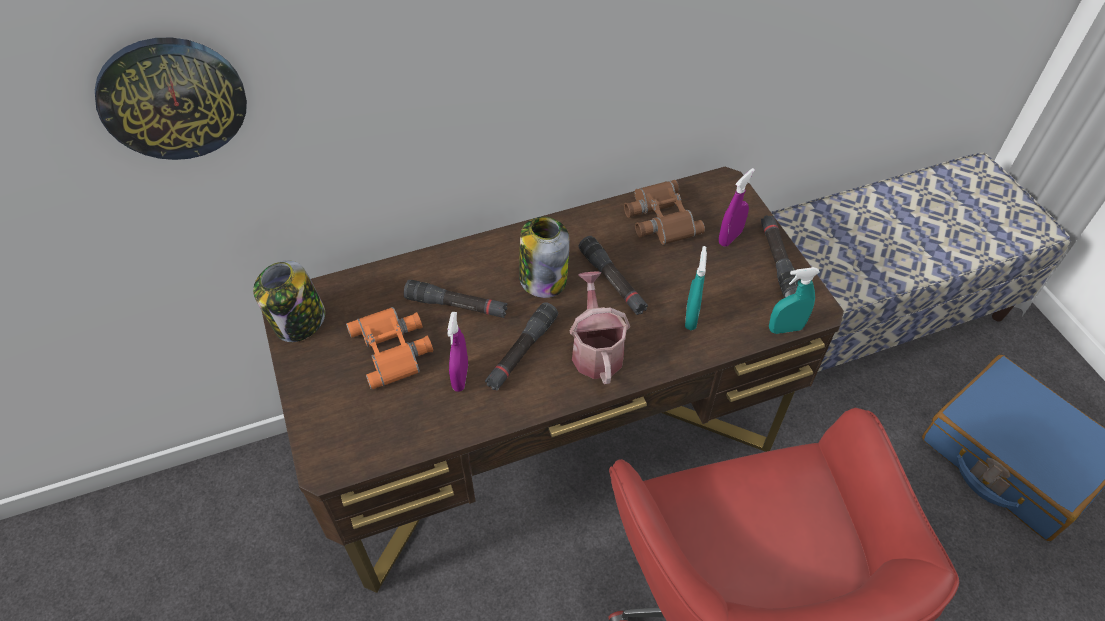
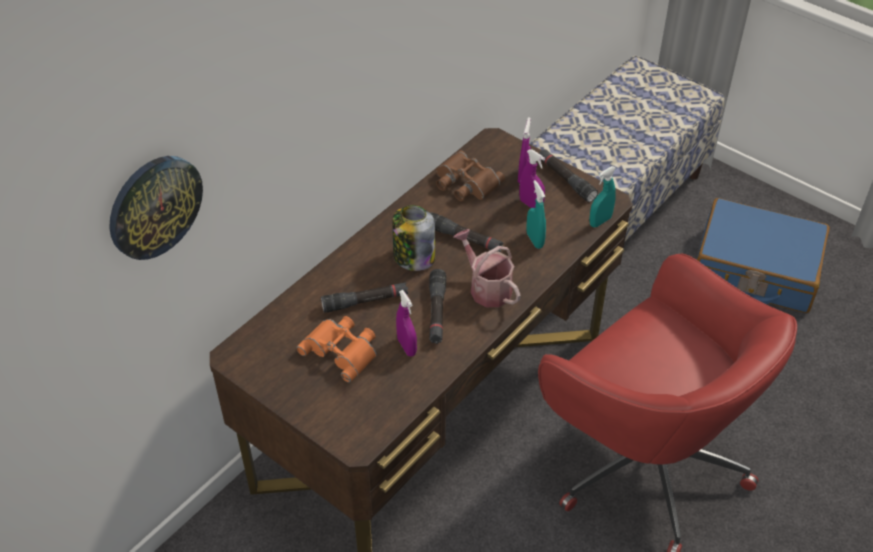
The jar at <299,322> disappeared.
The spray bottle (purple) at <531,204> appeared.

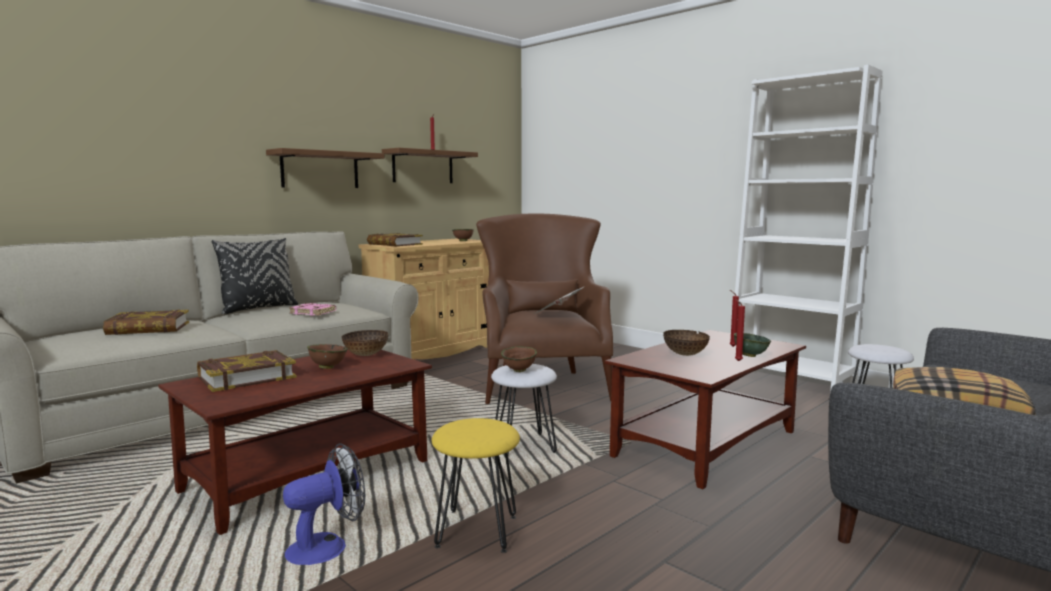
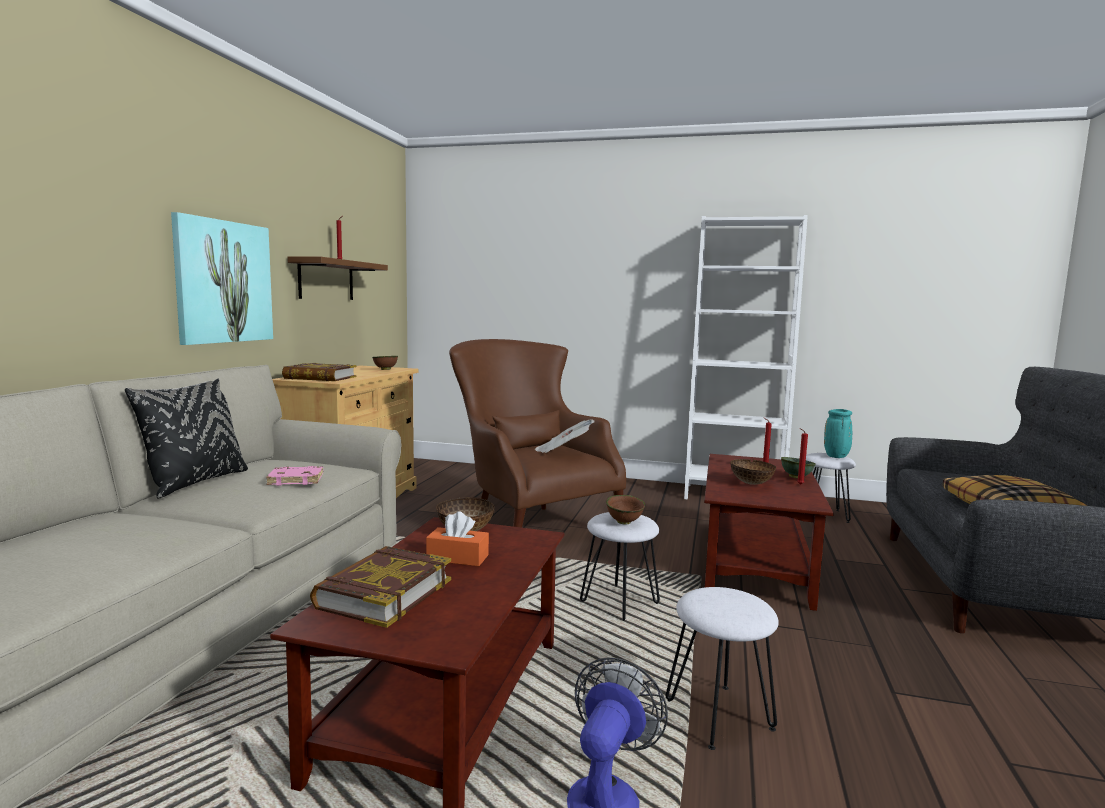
The shelf (brown) at <320,170> was replaced by the picture at <224,282>.
The book at <148,329> disappeared.
The bowl (brown) at <327,367> was replaced by the tissue box (orange) at <457,557>.
The stool (yellow) at <476,532> became the stool (white) at <719,716>.
The vase (turquoise) at <836,457> appeared.

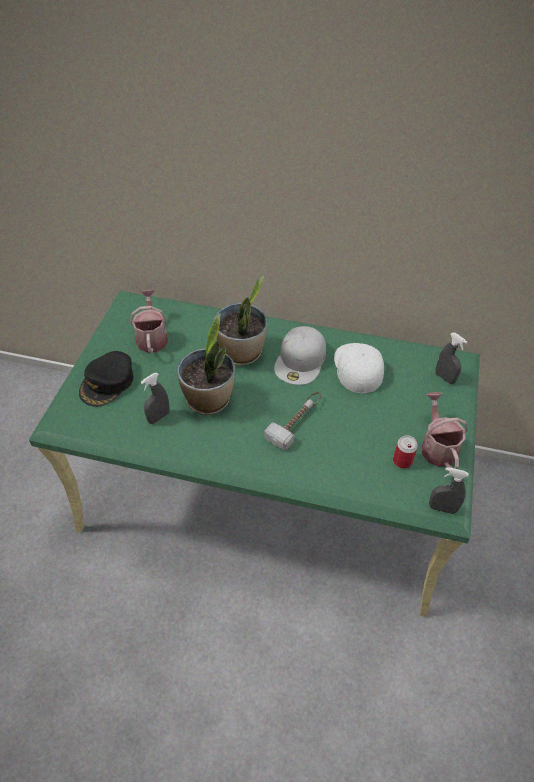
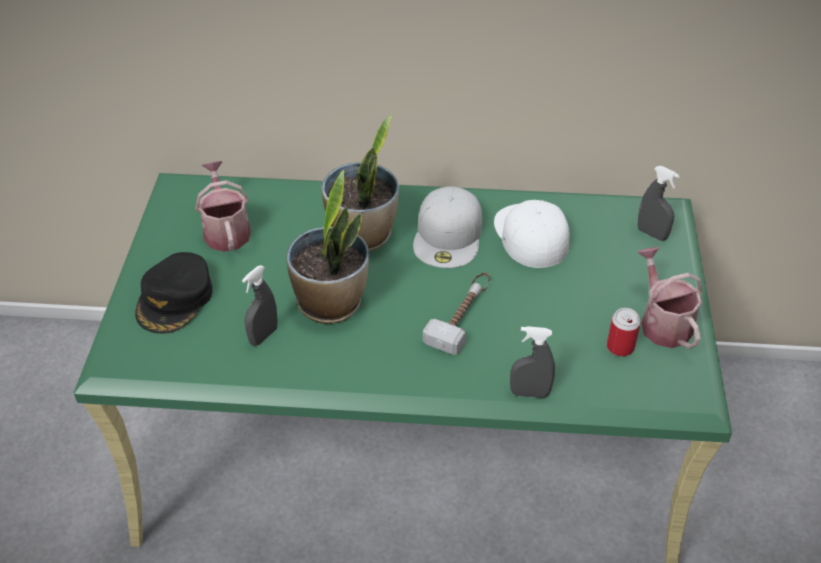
The spray bottle (grey) moved from <442,508> to <529,393>.

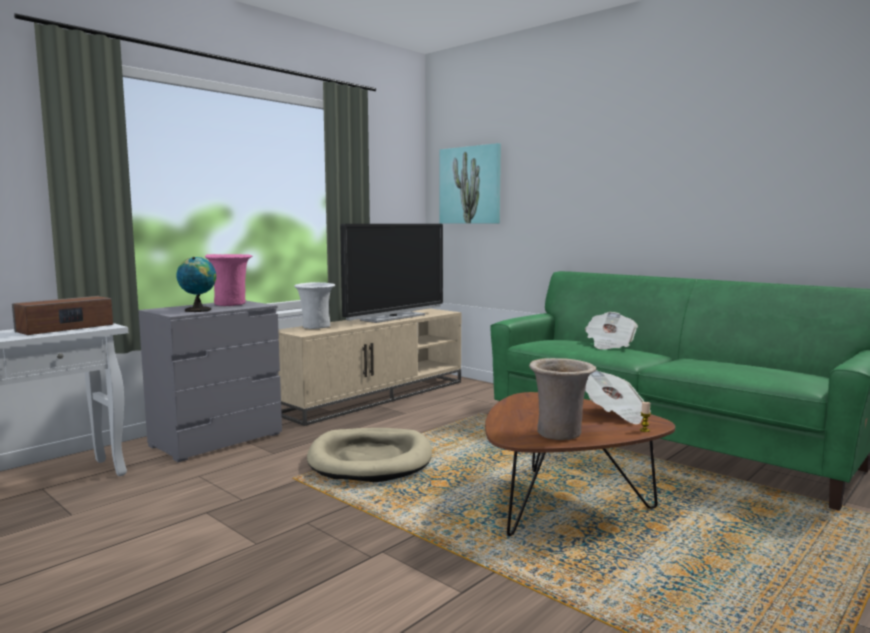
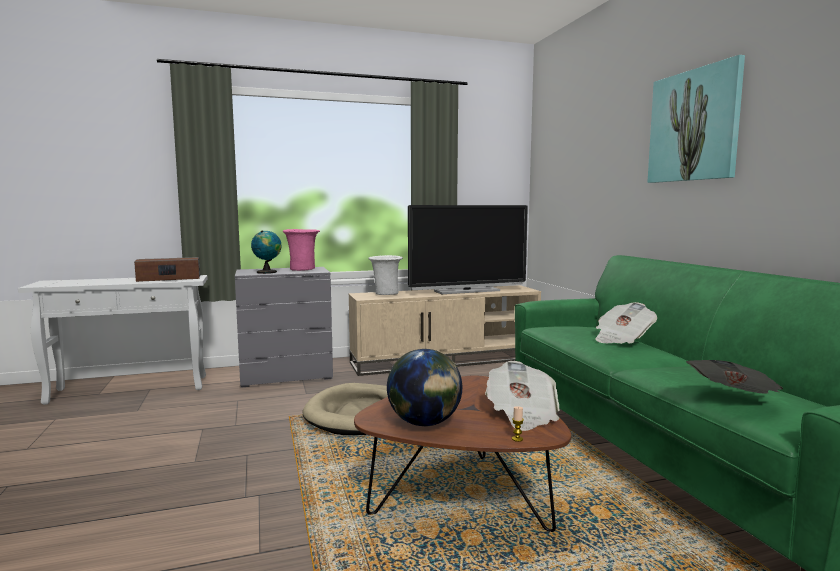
The picture moved from <470,185> to <693,126>.
The vase (beige) at <561,434> was replaced by the globe at <424,423>.
The newspaper at <733,399> appeared.

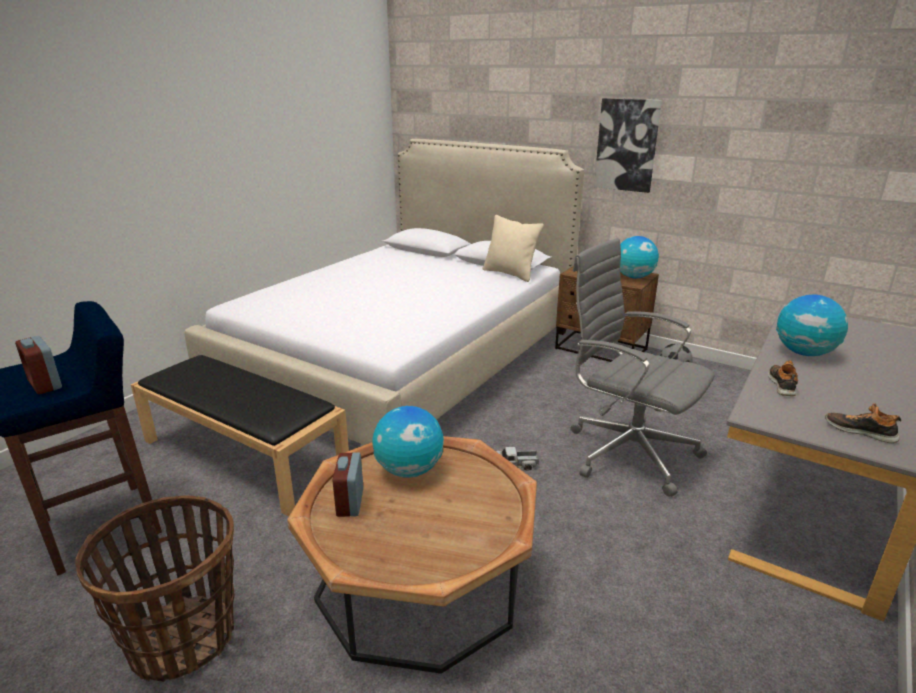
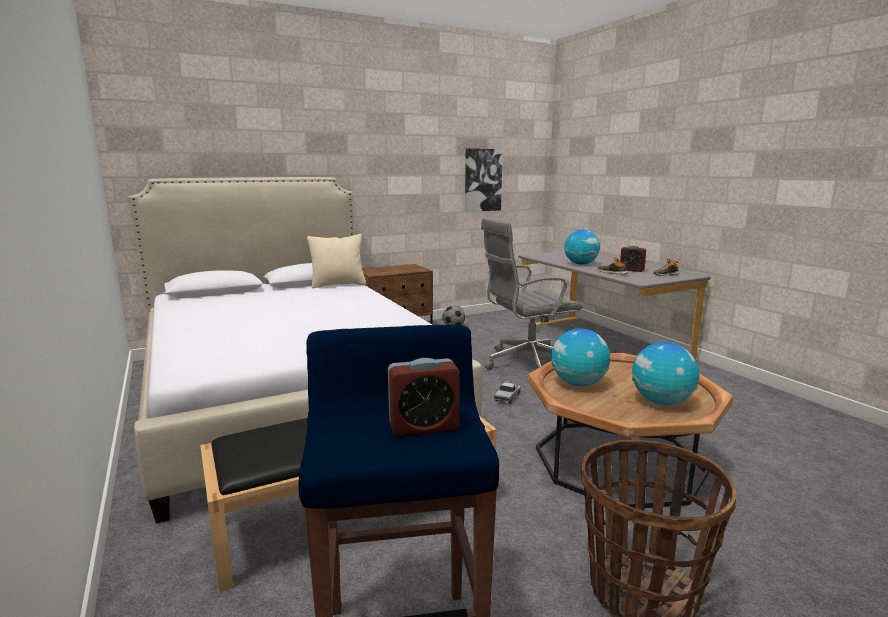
The picture moved from <627,145> to <482,180>.
The globe moved from <634,277> to <661,402>.
The alarm clock moved from <350,502> to <631,270>.

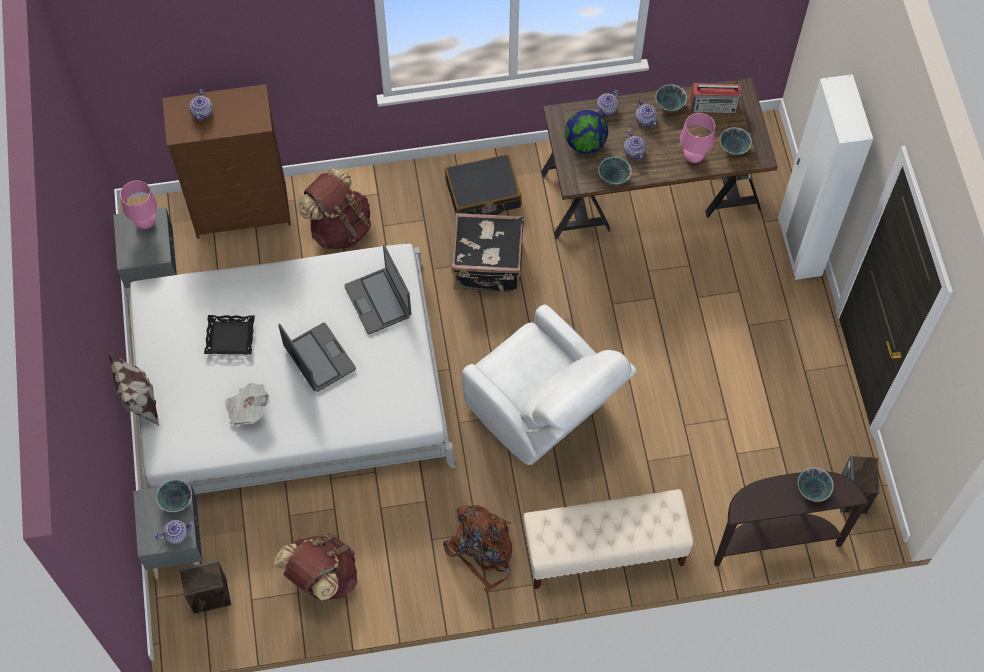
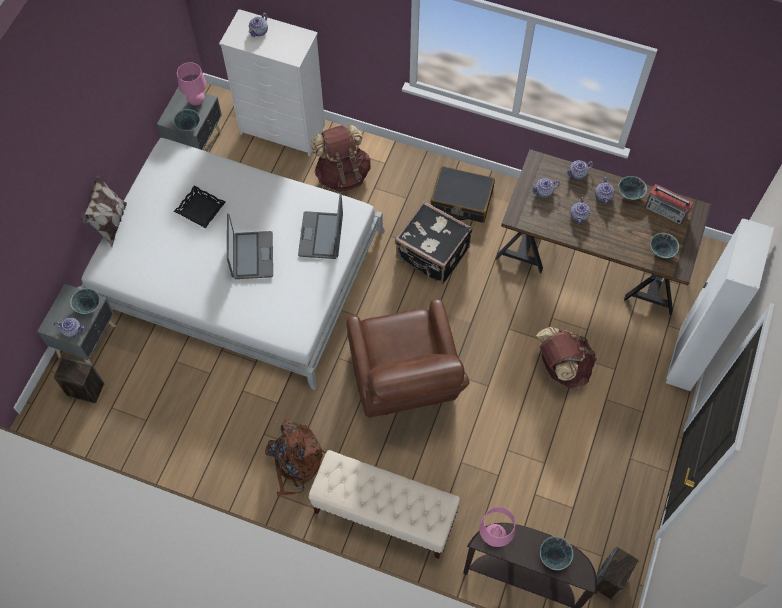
The dresser (brown) at <242,211> became the dresser (white) at <283,130>.
The globe at <585,143> was replaced by the teapot at <544,192>.
The table lamp (pink) moved from <693,157> to <494,537>.
The bowl moved from <613,177> to <188,126>.
The armchair (white) at <543,412> became the armchair (brown) at <404,383>.
The newspaper at <247,409> disappeared.
The backpack (brown) moved from <322,578> to <562,367>.

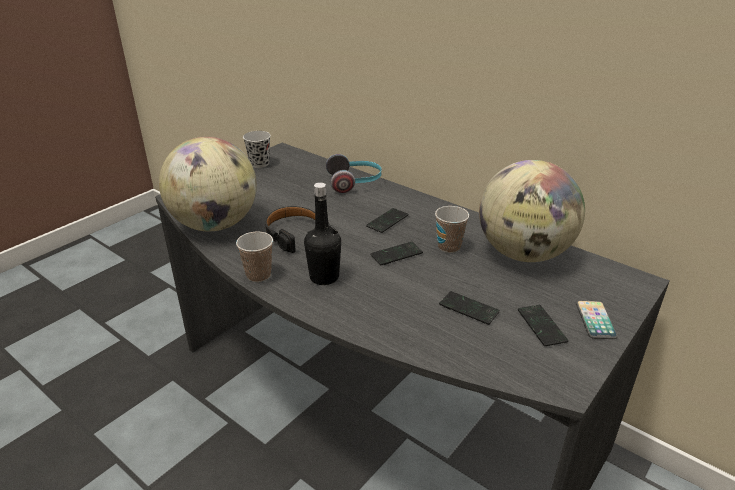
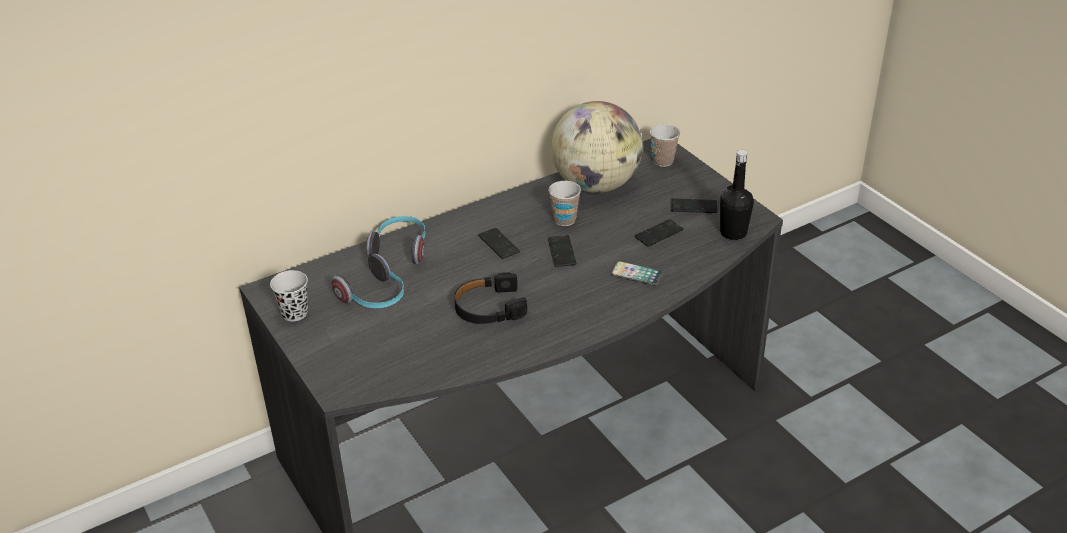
The globe at <215,224> disappeared.
The bottle (black) moved from <324,277> to <733,232>.
The cup moved from <258,275> to <663,161>.
The phone moved from <595,320> to <636,274>.
The headphones at <374,298> appeared.

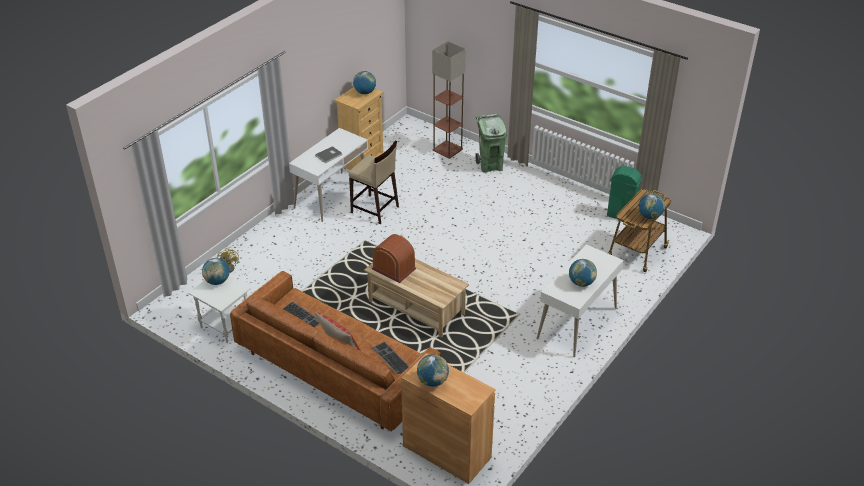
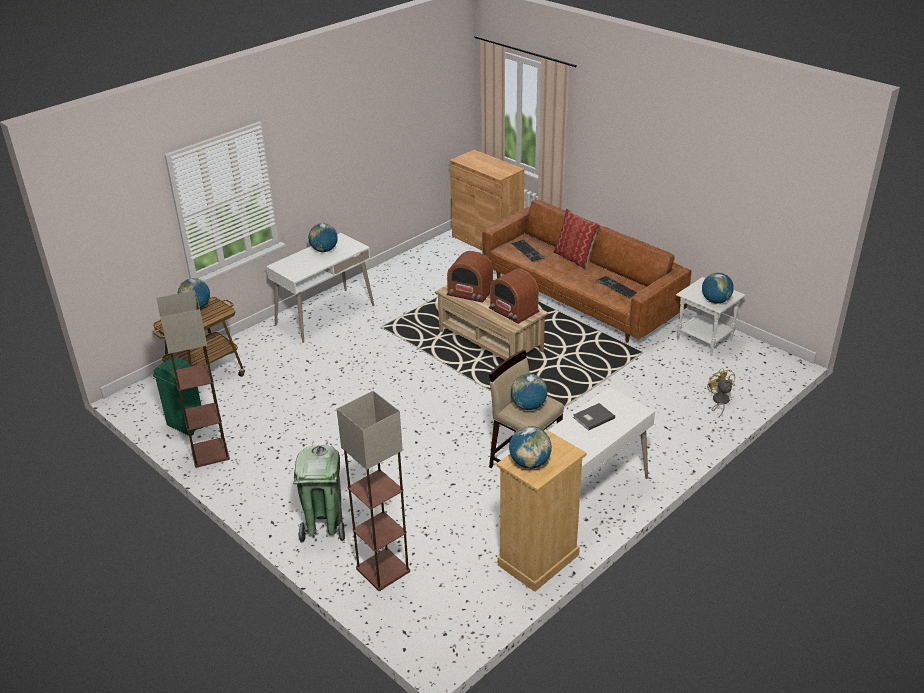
The globe moved from <432,381> to <528,406>.
The radio at <470,291> appeared.
The floor lamp at <209,452> appeared.

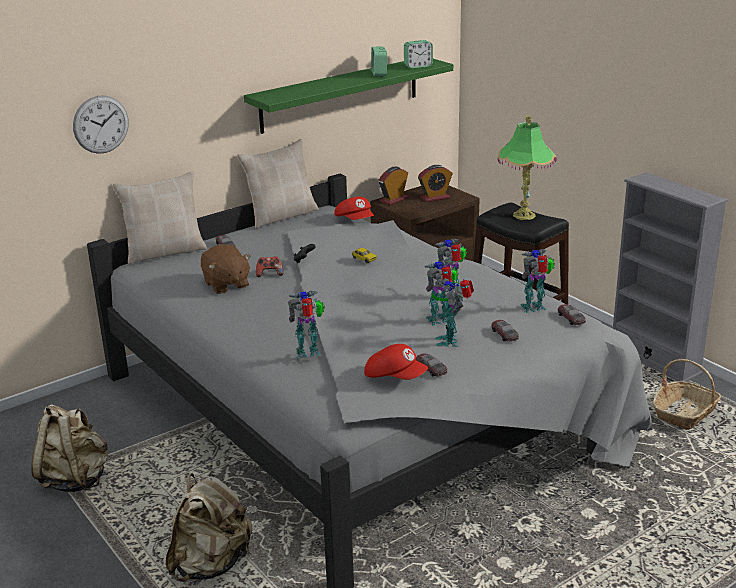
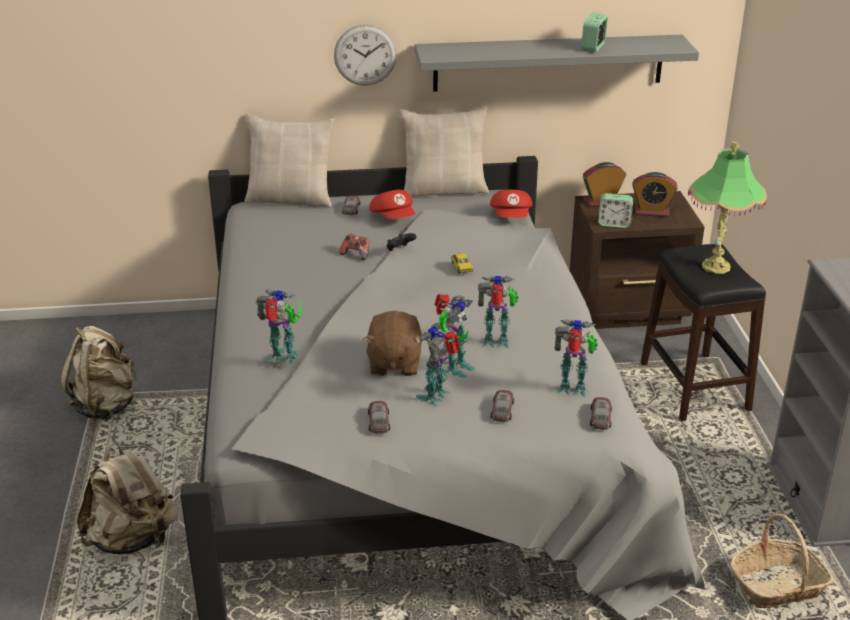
The alarm clock moved from <418,66> to <614,223>.
The shelf (green) at <340,94> became the shelf (grey) at <548,63>.
The wall clock moved from <101,124> to <365,55>.
The plush toy (brown) moved from <226,285> to <394,363>.
The toy robot at <440,320> turned 120 degrees clockwise.
The cap (red) moved from <395,377> to <394,218>.

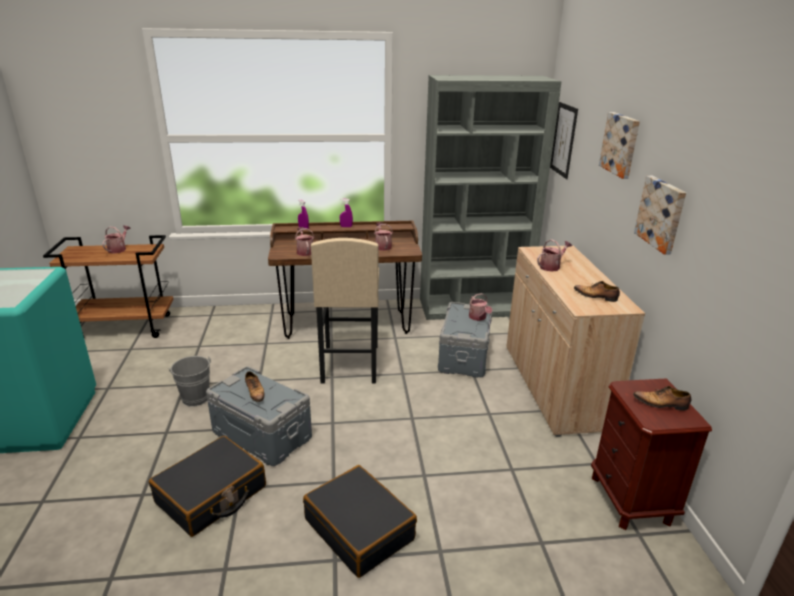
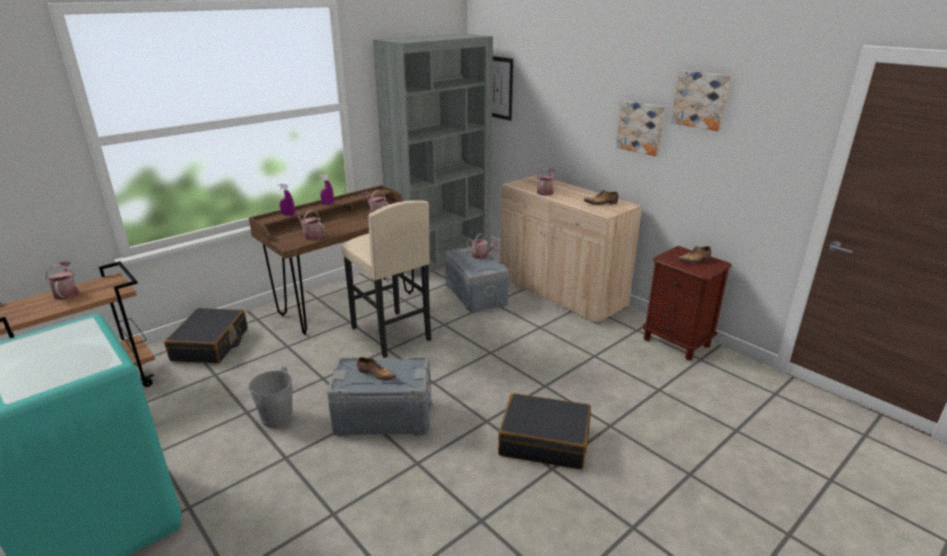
The picture moved from <621,144> to <701,99>.
The suitcase (black) moved from <211,495> to <211,345>.

